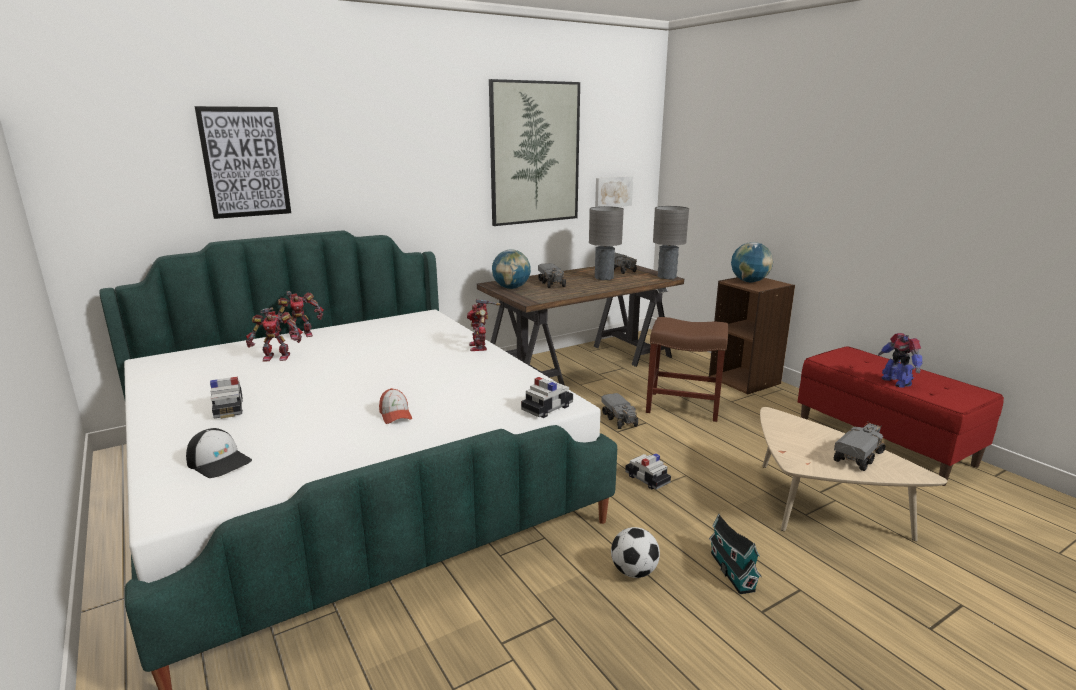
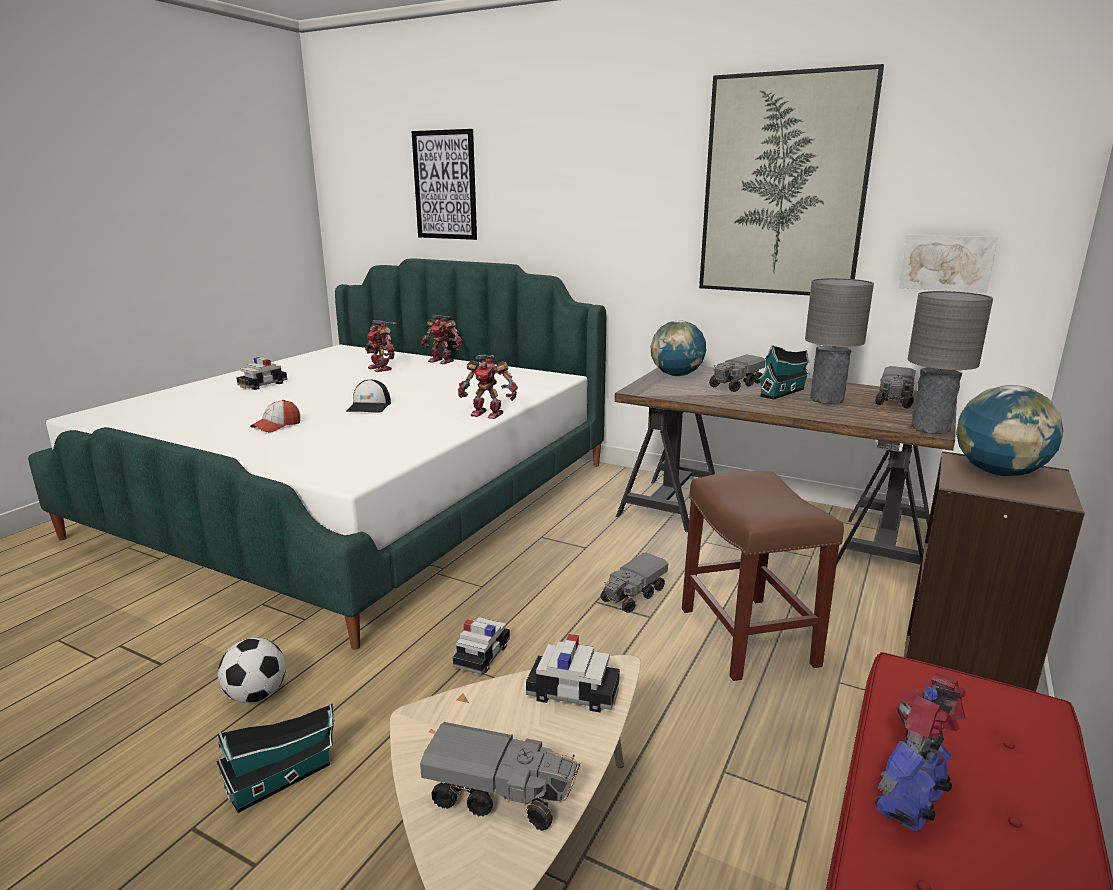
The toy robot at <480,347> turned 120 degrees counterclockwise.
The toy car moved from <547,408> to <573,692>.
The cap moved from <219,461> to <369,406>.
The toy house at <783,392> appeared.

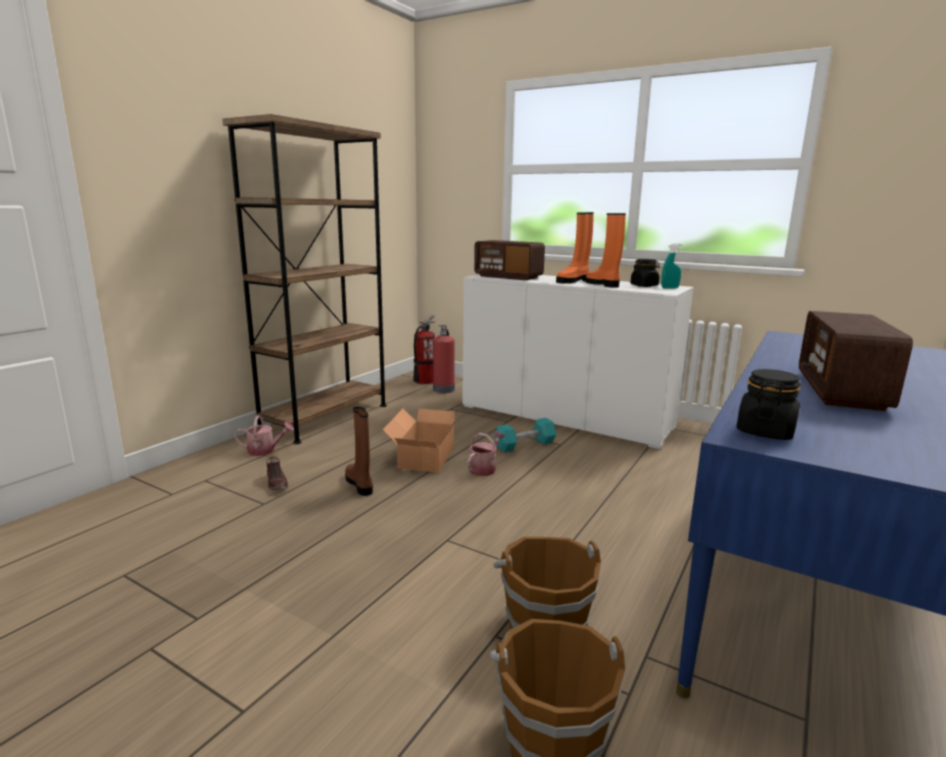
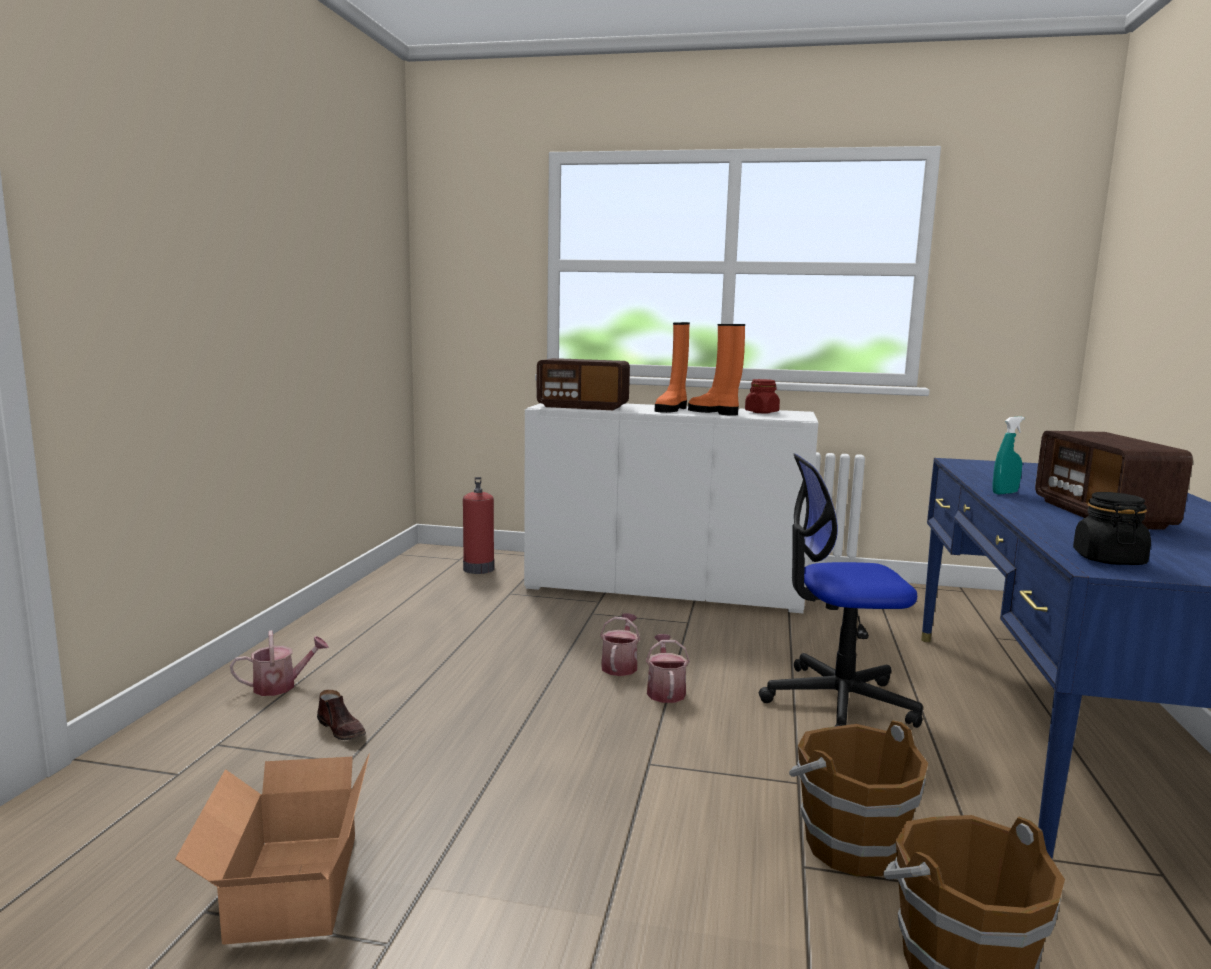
The bookcase (brown) at <325,417> disappeared.
The spray bottle (turquoise) moved from <669,288> to <1005,493>.
The jar (black) at <644,285> became the jar (red) at <761,412>.
The fire extinguisher at <424,381> disappeared.
The boot (brown) at <360,484> disappeared.
The cardboard box moved from <423,458> to <287,889>.
The dumbbell (turquoise) at <525,445> disappeared.
The office chair at <838,702> appeared.
The watering can at <665,691> appeared.

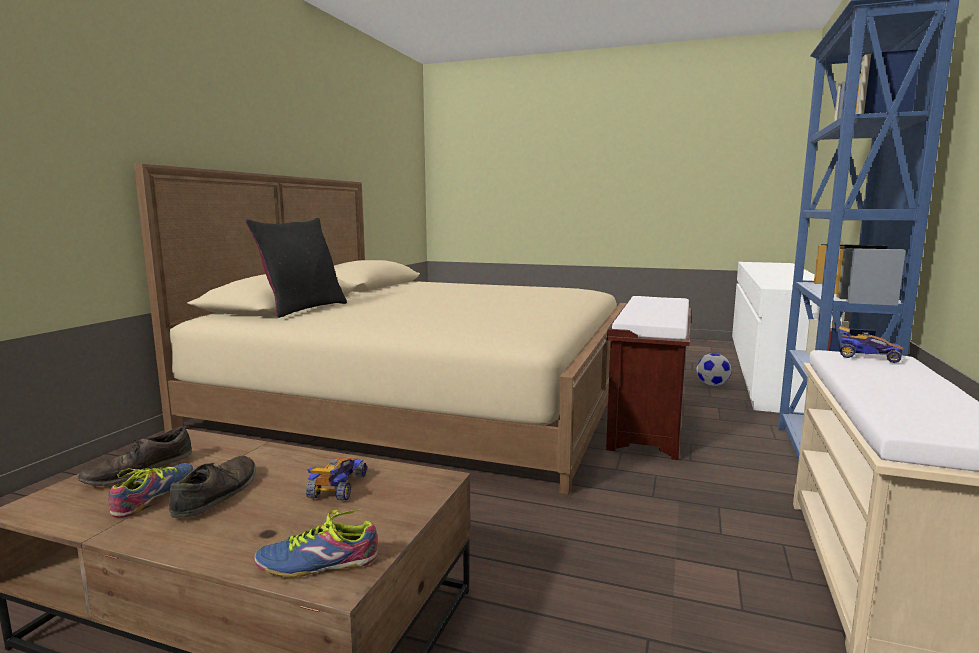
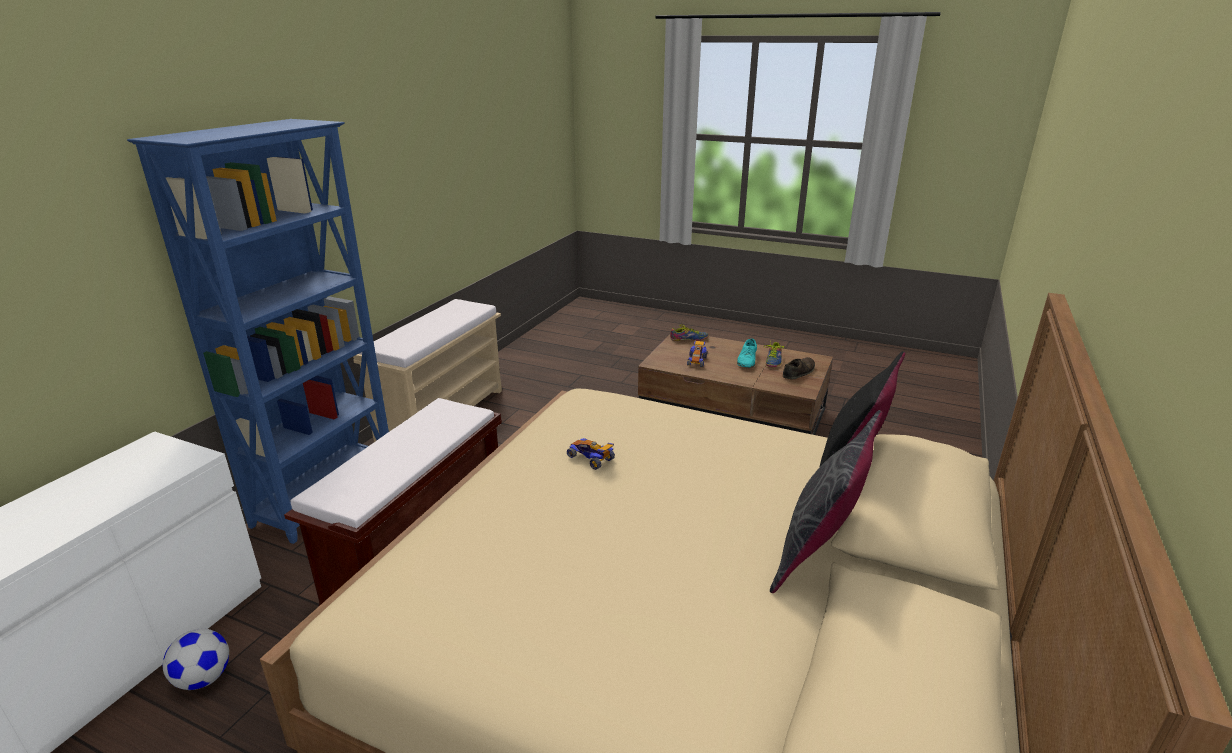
The toy car moved from <867,357> to <591,459>.
The shoe (brown) at <217,494> became the shoe (turquoise) at <747,360>.
The pillow (grey) at <817,556> appeared.

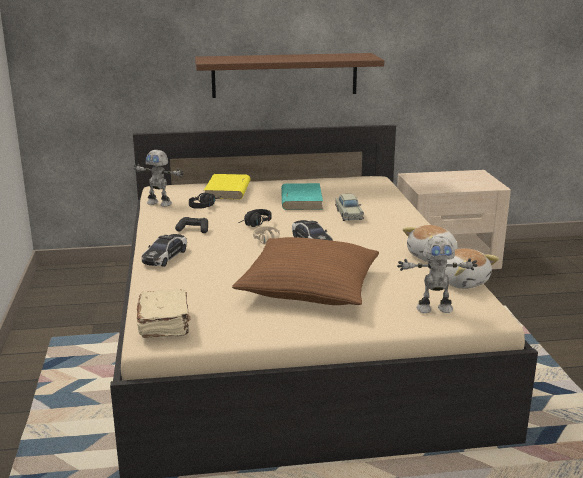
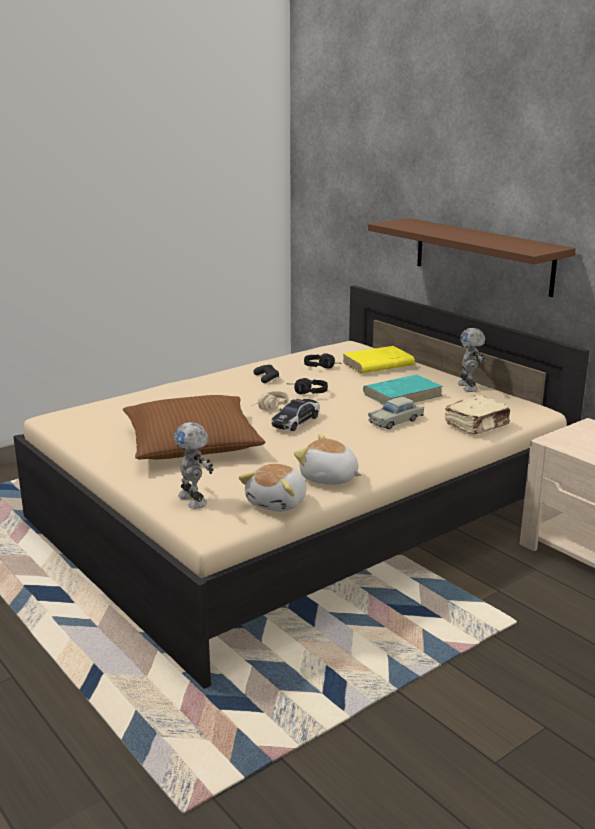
The toy robot moved from <160,203> to <468,387>.
The toy car at <165,257> disappeared.
The book (beige) moved from <165,324> to <477,425>.

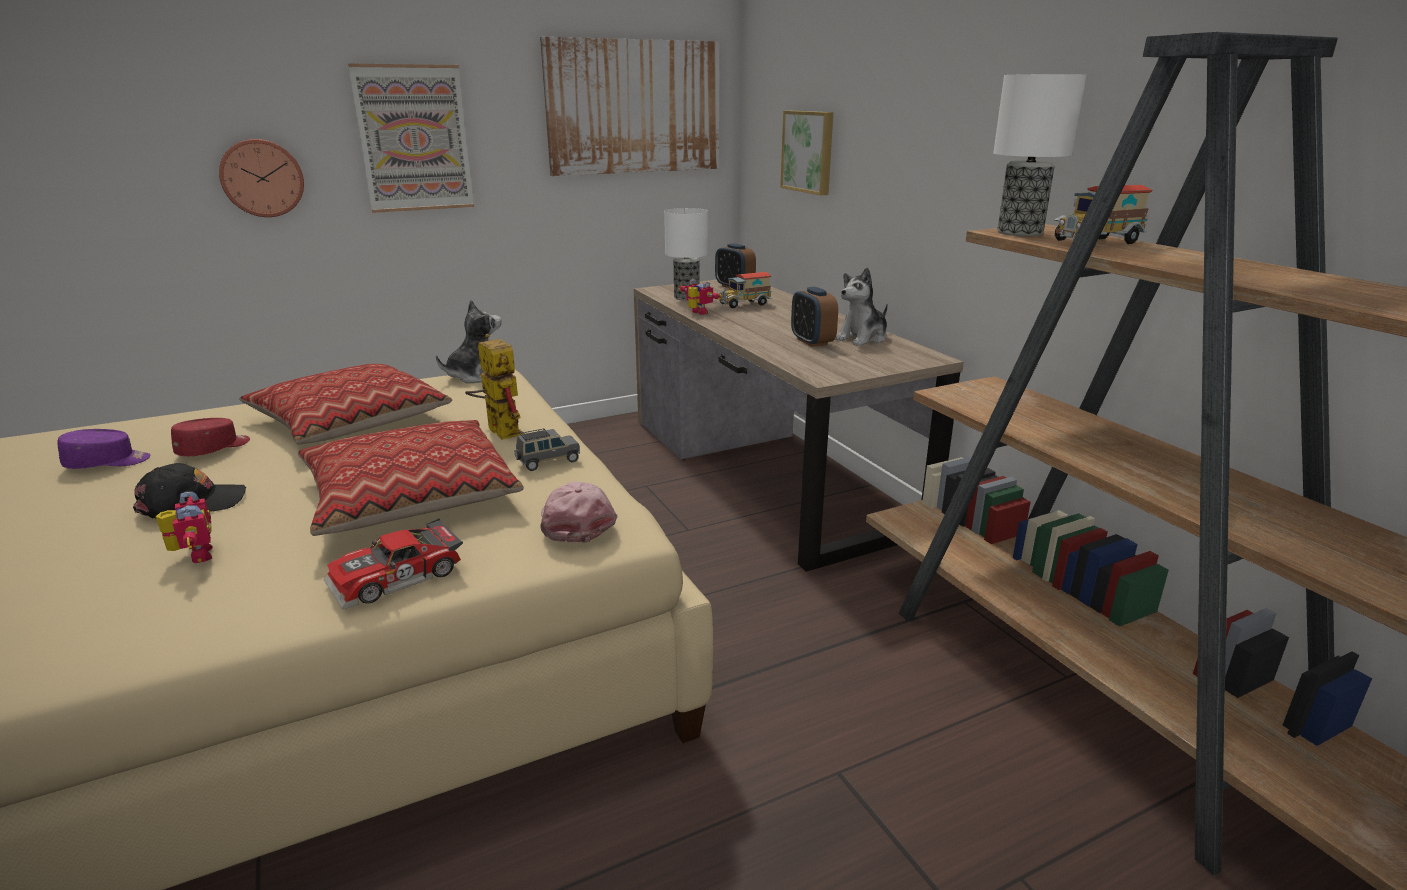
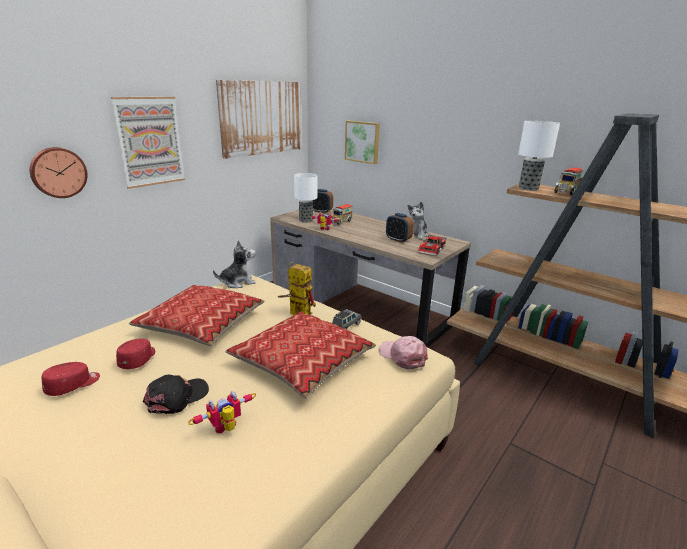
The plush toy at <475,376> turned 45 degrees clockwise.
The cap (purple) at <108,463> became the cap (red) at <73,385>.
The toy robot at <194,556> turned 75 degrees counterclockwise.
The toy car moved from <398,578> to <432,250>.

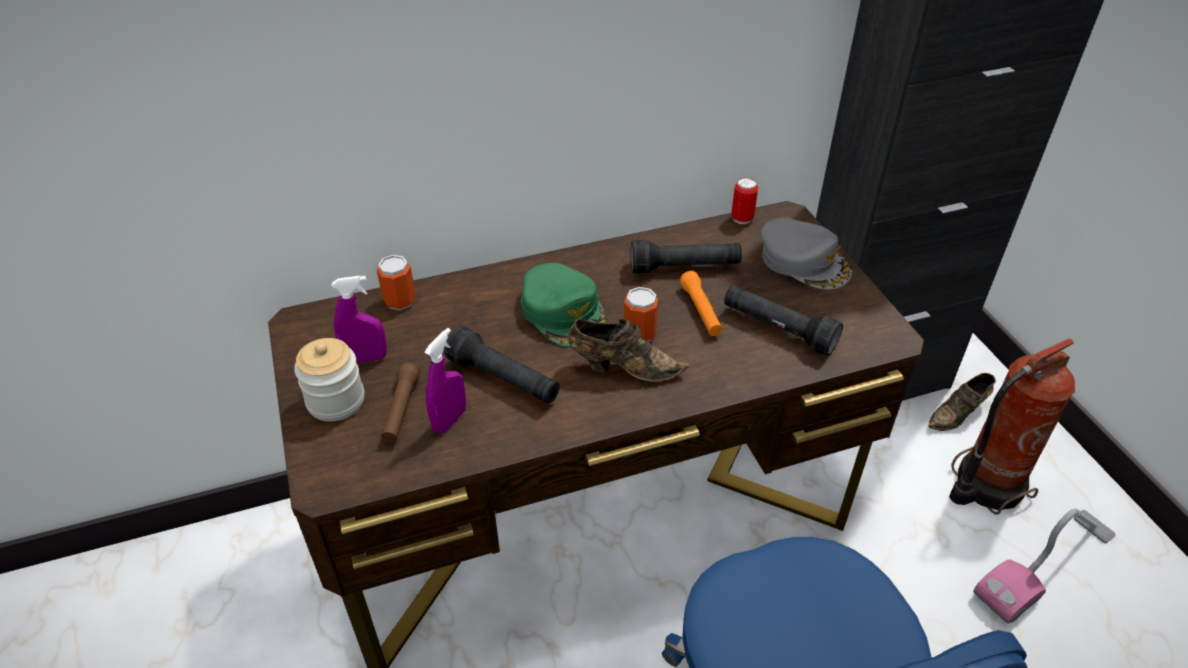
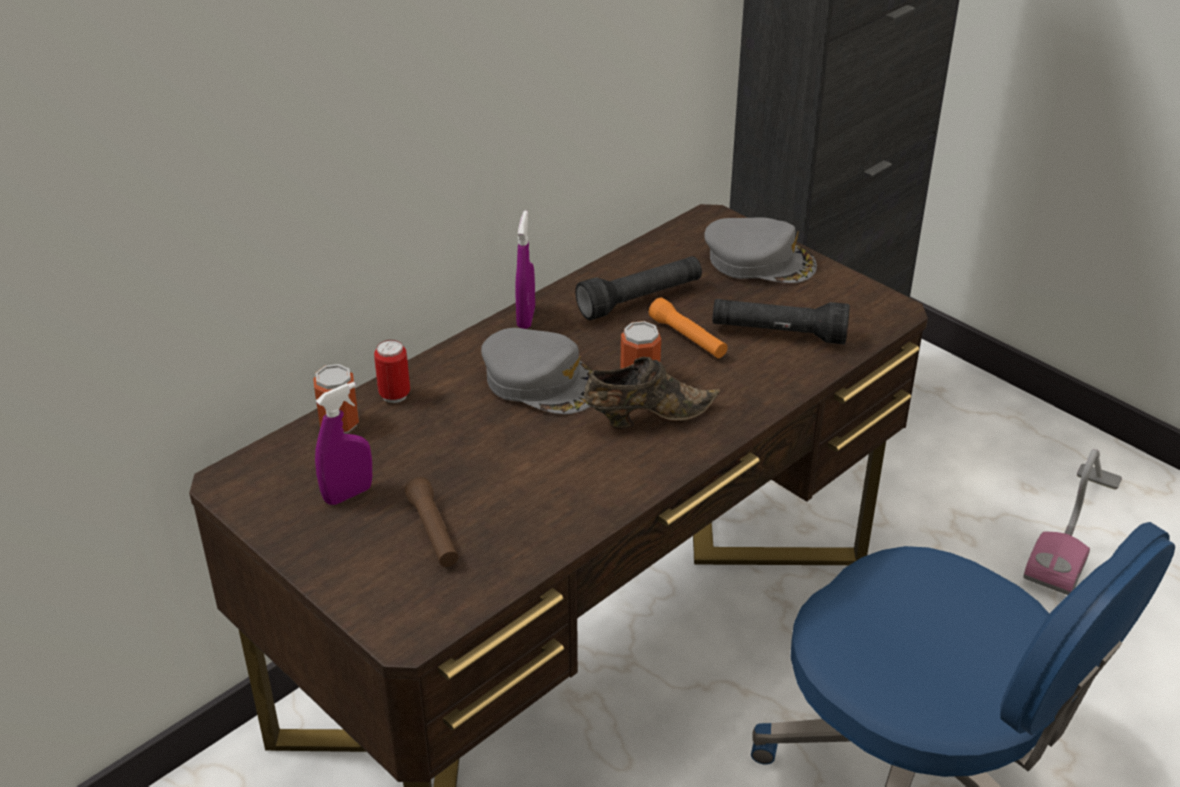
The can moved from <742,219> to <394,395>.
The cap (green) at <564,312> became the cap (grey) at <541,380>.
The flashlight (black) at <504,380> disappeared.
The spray bottle (purple) moved from <449,420> to <526,318>.
The jar at <336,401> disappeared.
The fire extinguisher at <985,485> disappeared.
The shoe (brown) at <958,414> disappeared.

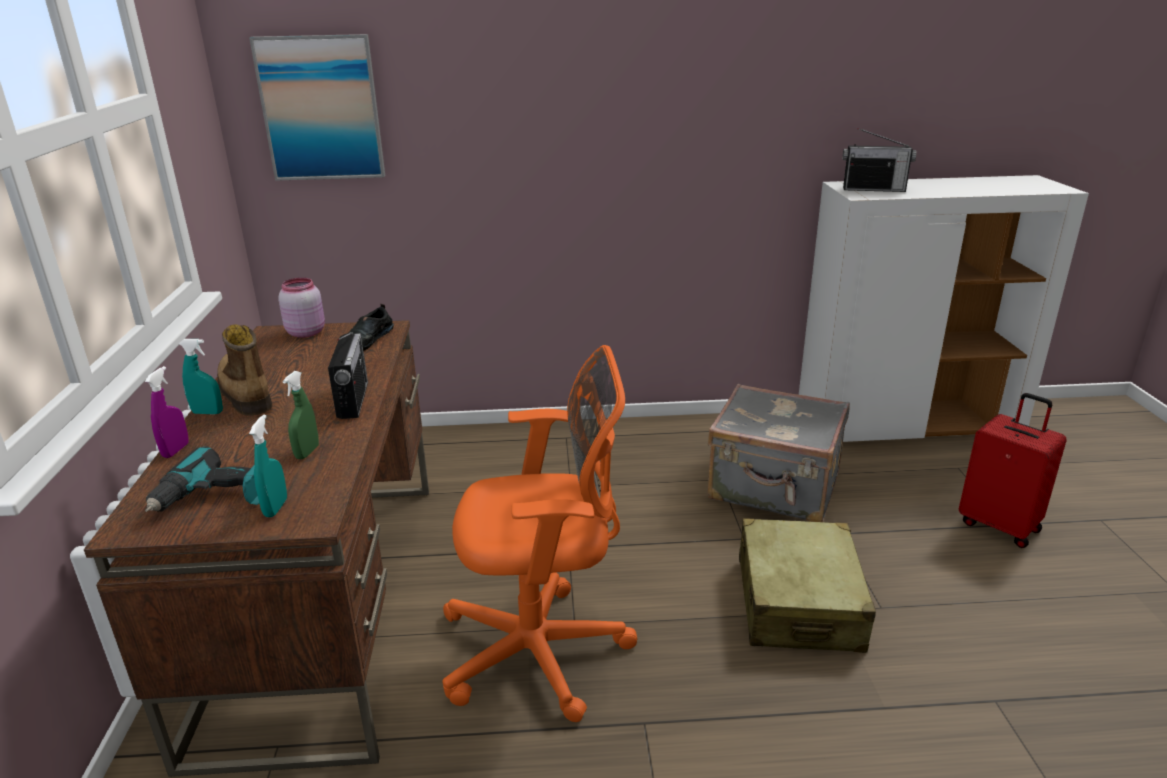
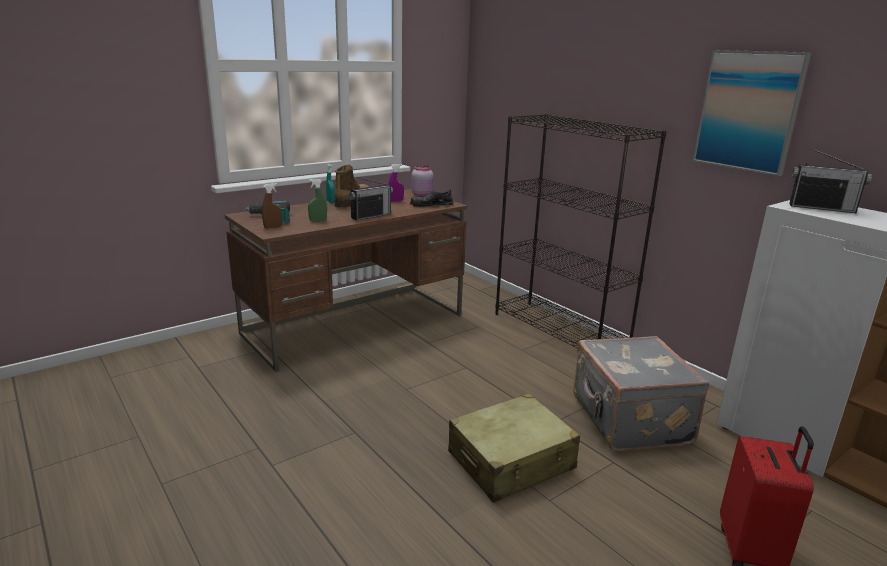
The picture moved from <321,108> to <748,111>.
The radio at <873,189> turned 45 degrees counterclockwise.
The office chair (orange) at <543,651> disappeared.
The spray bottle (purple) moved from <176,450> to <396,201>.
The spray bottle (turquoise) at <275,508> became the spray bottle (brown) at <273,227>.
The bookcase (black) at <560,331> appeared.

